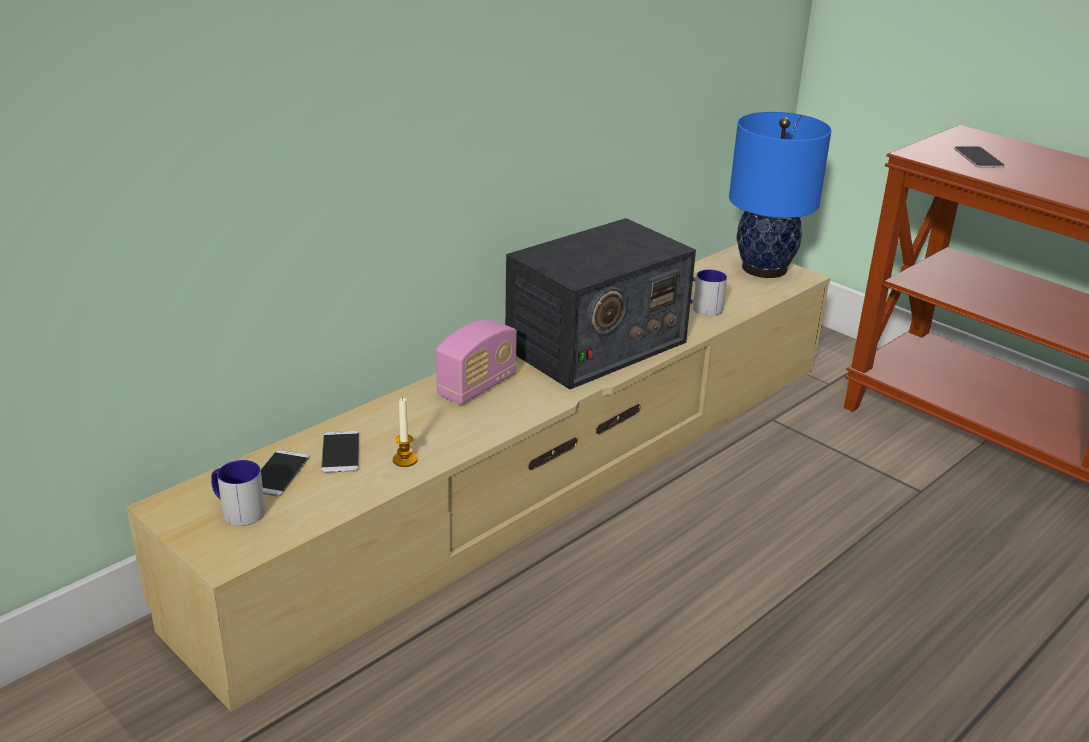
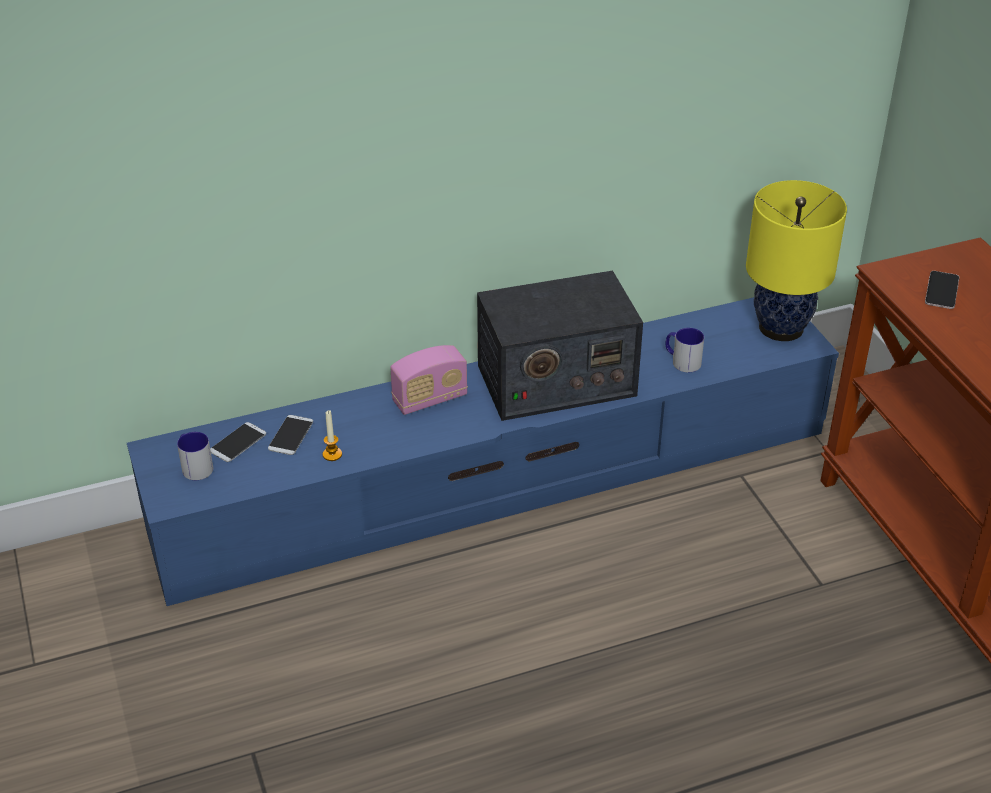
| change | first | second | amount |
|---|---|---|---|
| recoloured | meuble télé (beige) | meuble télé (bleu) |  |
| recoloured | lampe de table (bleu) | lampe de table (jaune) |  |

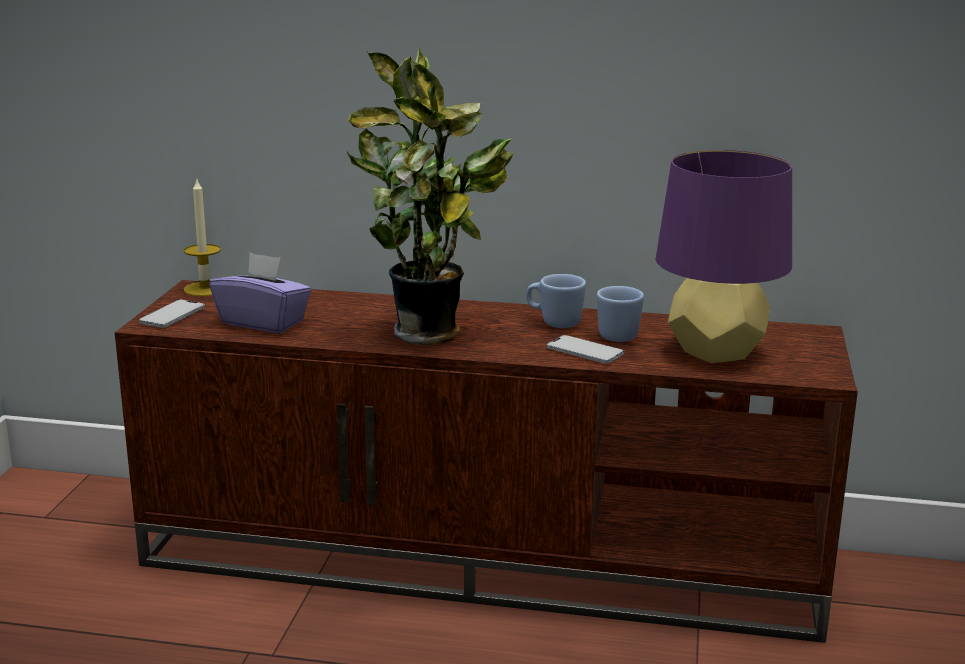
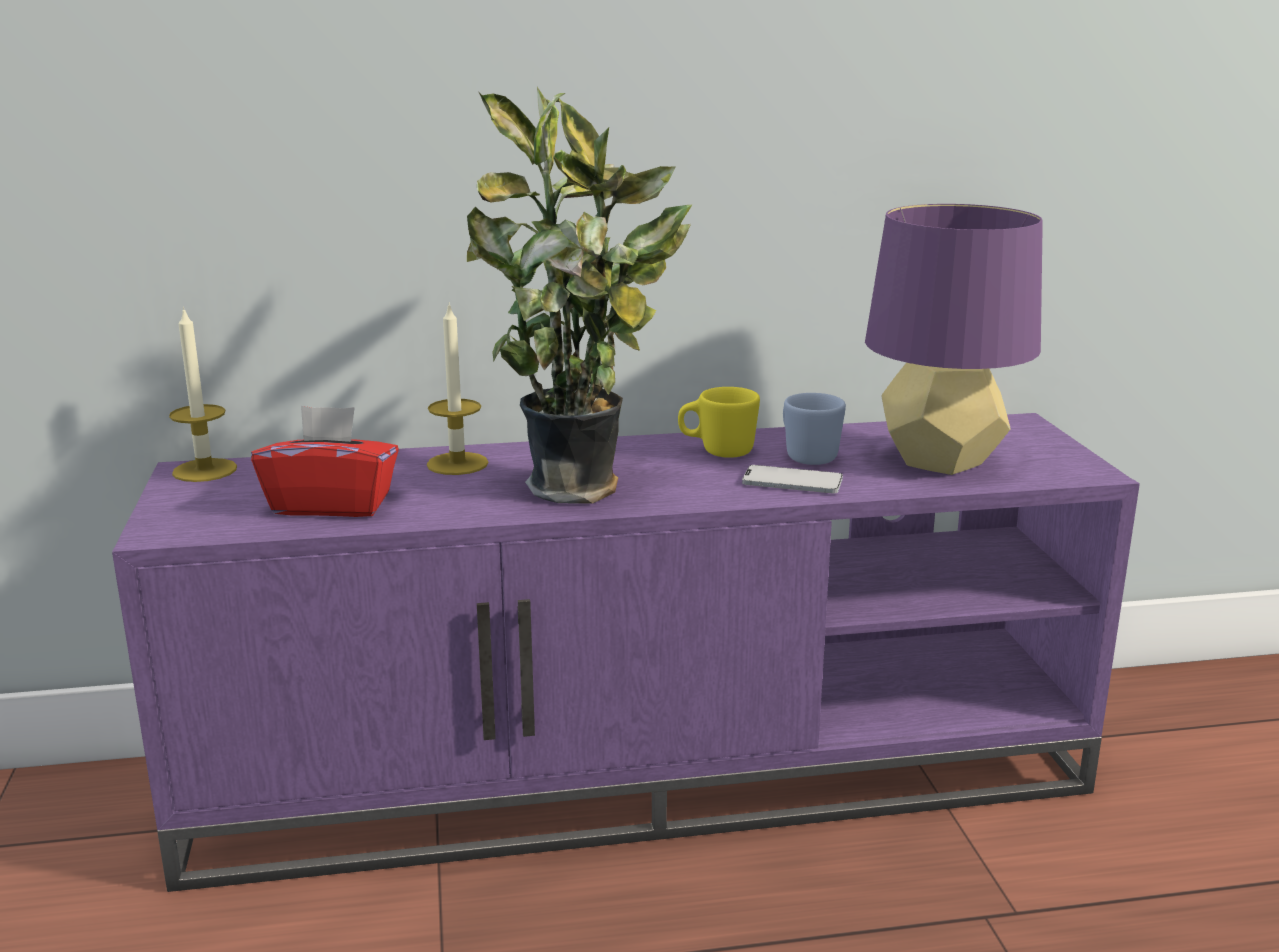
| change | first | second | amount |
|---|---|---|---|
| removed | téléphone (1st from left) |  |  |
| added |  | bougie (2nd from left) |  |
| recoloured | meuble télé (marron) | meuble télé (violet) |  |
| recoloured | boîte à mouchoirs (violet) | boîte à mouchoirs (rouge) |  |
| recoloured | mug (bleu) (1st from left) | mug (jaune) |  |

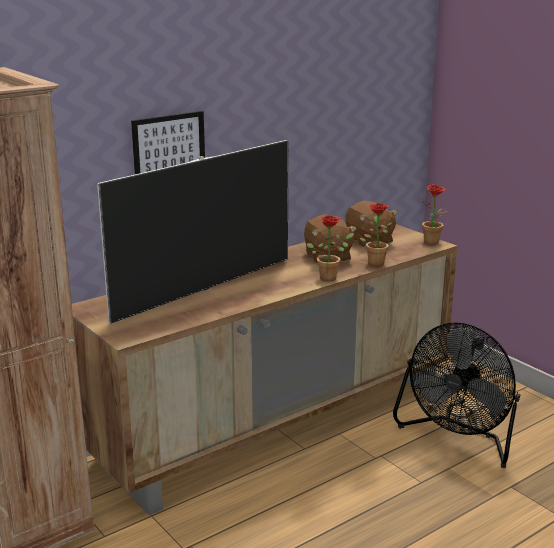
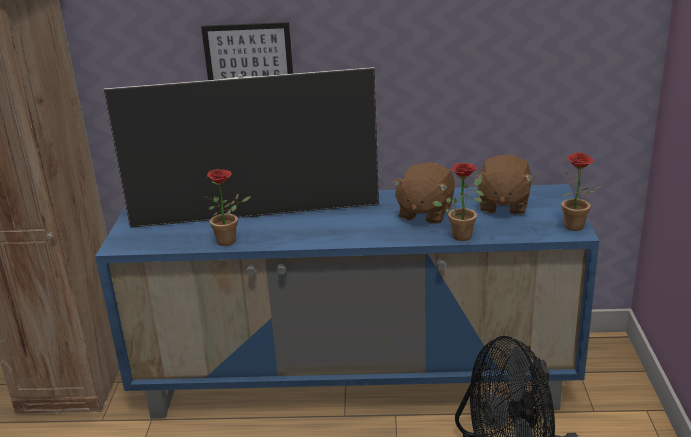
| change | first | second | amount |
|---|---|---|---|
| moved | plante en pot (1st from left) |  |  |
| recoloured | meuble télé (marron) | meuble télé (bleu) |  |

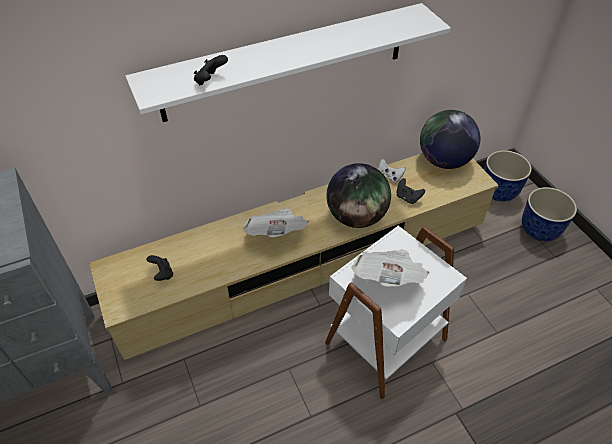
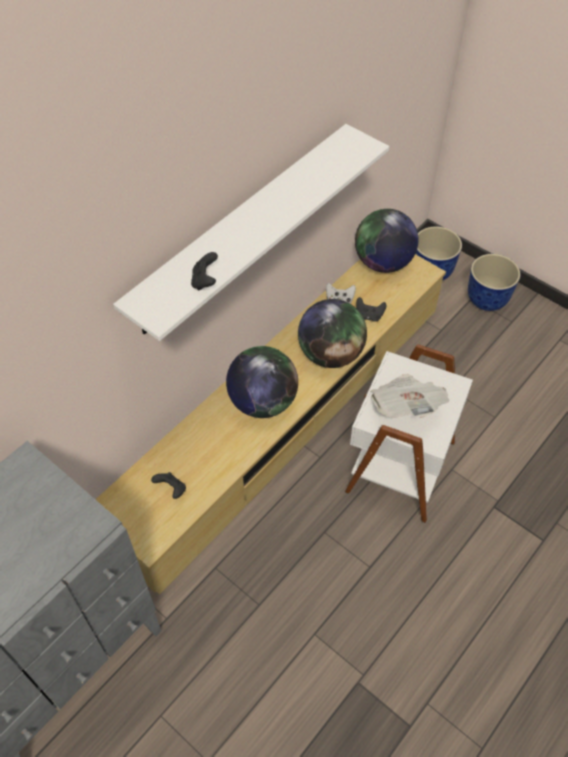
| change | first | second | amount |
|---|---|---|---|
| replaced | journal (1st from left) | globe (1st from left) |  |

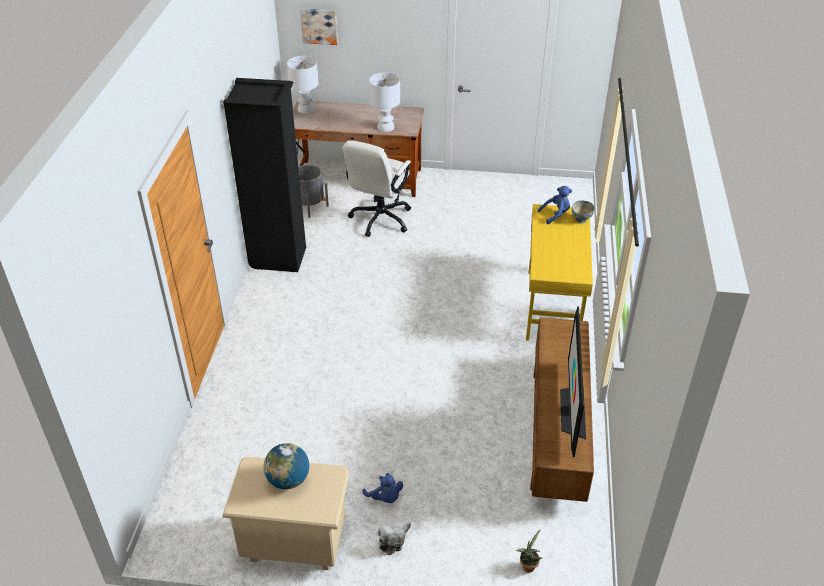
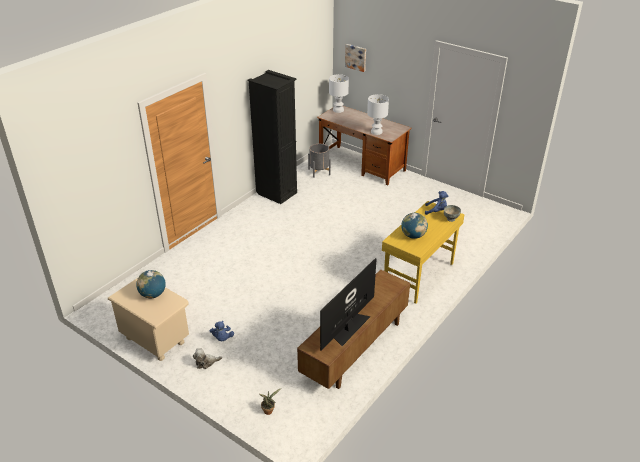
| change | first | second | amount |
|---|---|---|---|
| removed | chaise de bureau (blanc) |  |  |
| added |  | globe (2nd from left) |  |

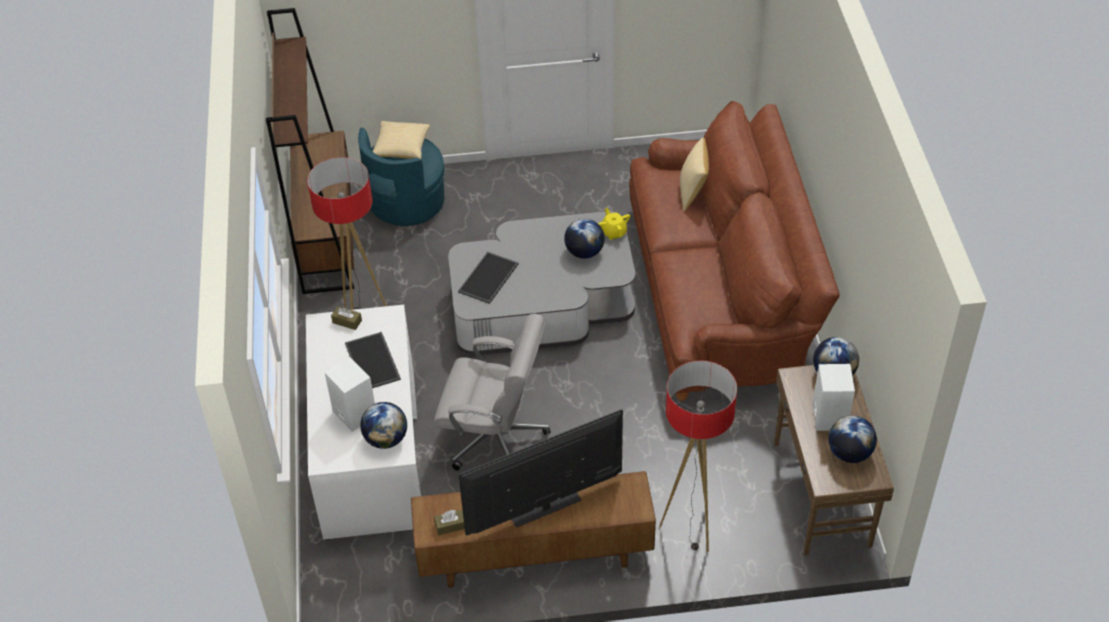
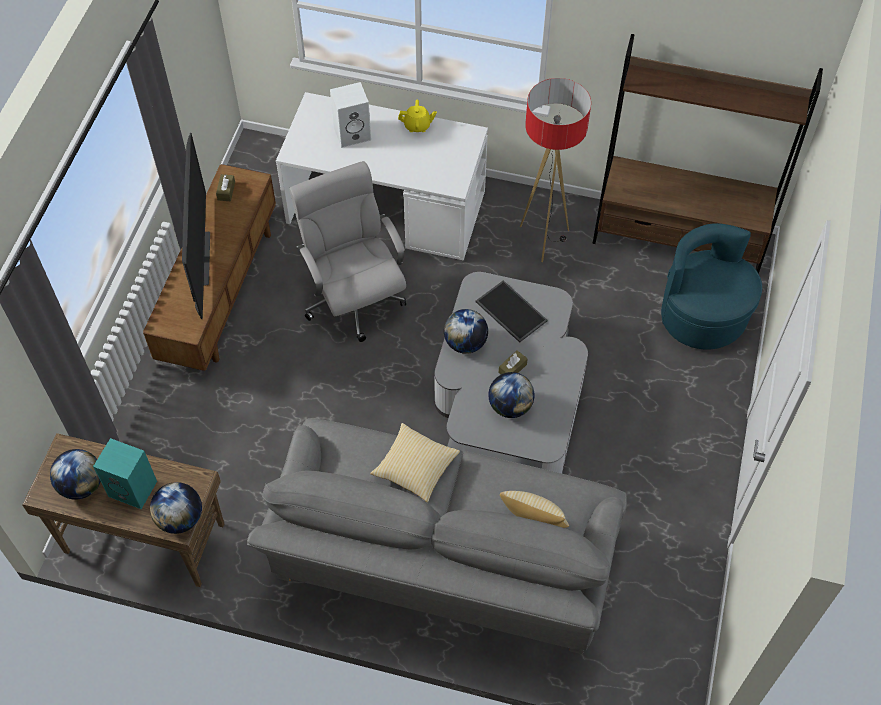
| change | first | second | amount |
|---|---|---|---|
| removed | plateau (1st from left) |  |  |
| removed | lampadaire (2nd from left) |  |  |
| moved | boîte à mouchoirs (marron) (1st from left in the first image) | boîte à mouchoirs (marron) (2nd from left) |  |
| moved | globe (1st from left in the first image) | globe (3rd from left) |  |
| moved | coussin (1st from left) |  |  |
| moved | théière (jaune) |  |  |
| recoloured | canapé (marron) | canapé (gris) |  |
| recoloured | enceinte (blanc) (2nd from left) | enceinte (turquoise) |  |
| turned | chaise de bureau (gris) |  | 120 degrees clockwise |

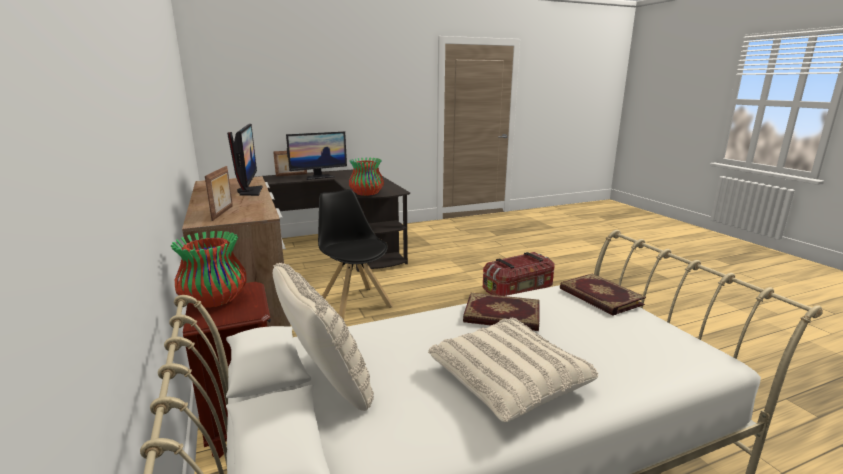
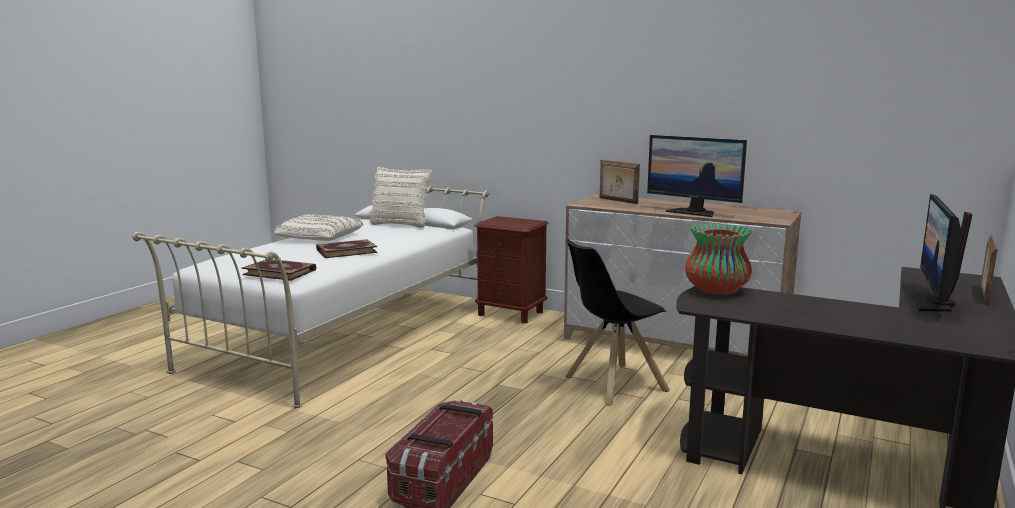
| change | first | second | amount |
|---|---|---|---|
| removed | vase (1st from left) |  |  |
| turned | chaise (noir) |  | 135 degrees clockwise |

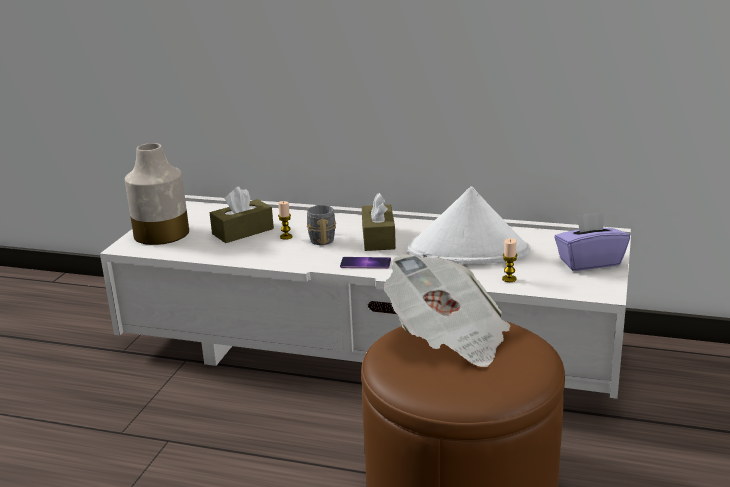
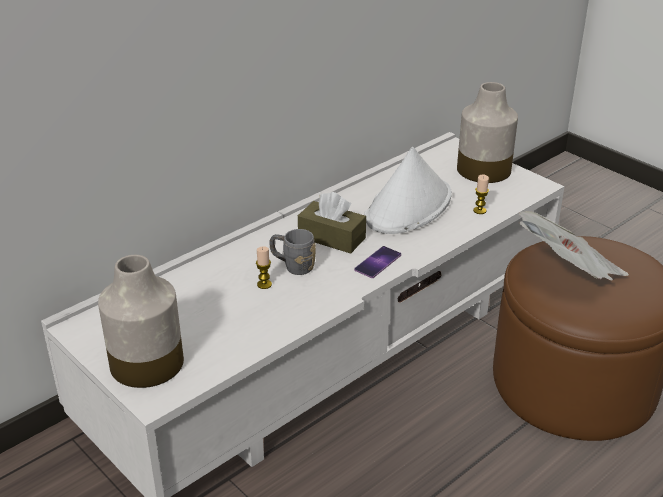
| change | first | second | amount |
|---|---|---|---|
| removed | boîte à mouchoirs (marron) (1st from left) |  |  |
| replaced | boîte à mouchoirs (violet) | vase (beige) (2nd from left) |  |

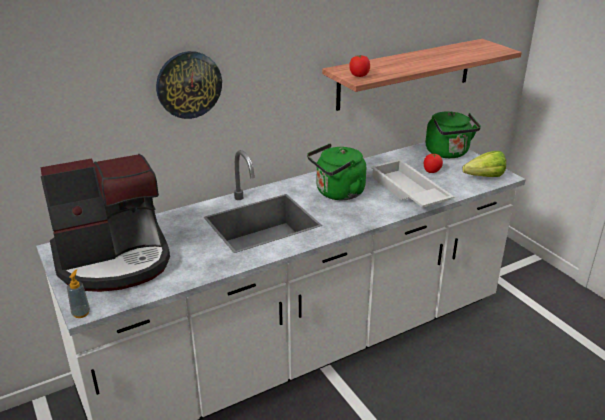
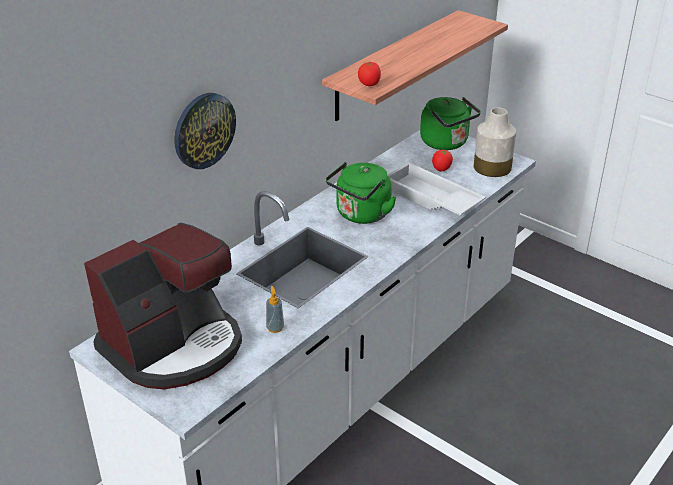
| change | first | second | amount |
|---|---|---|---|
| moved | distributeur de savon |  |  |
| replaced | laitue | vase (beige) |  |

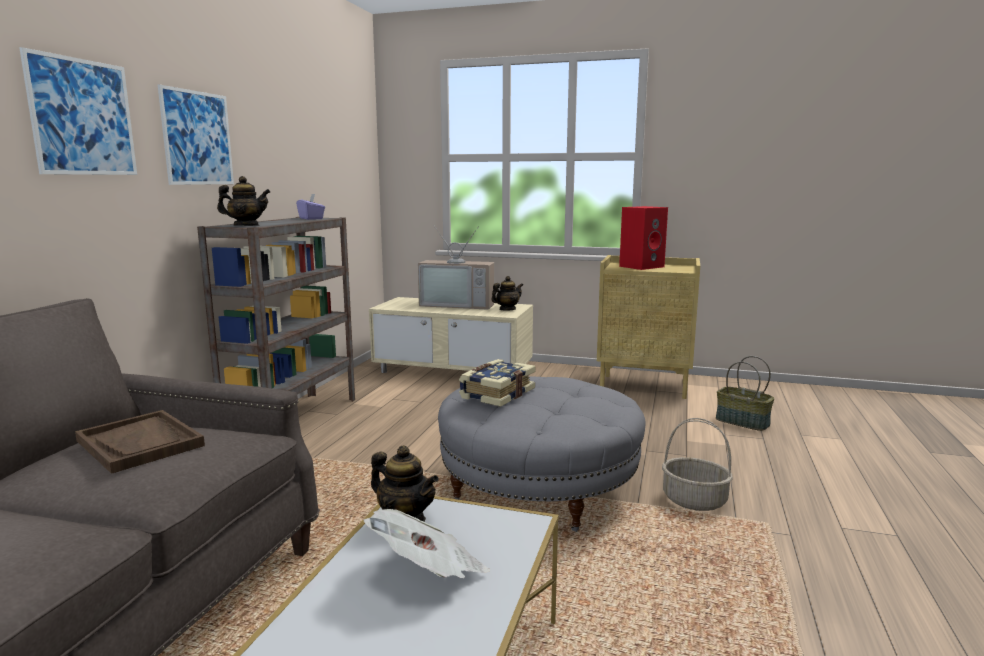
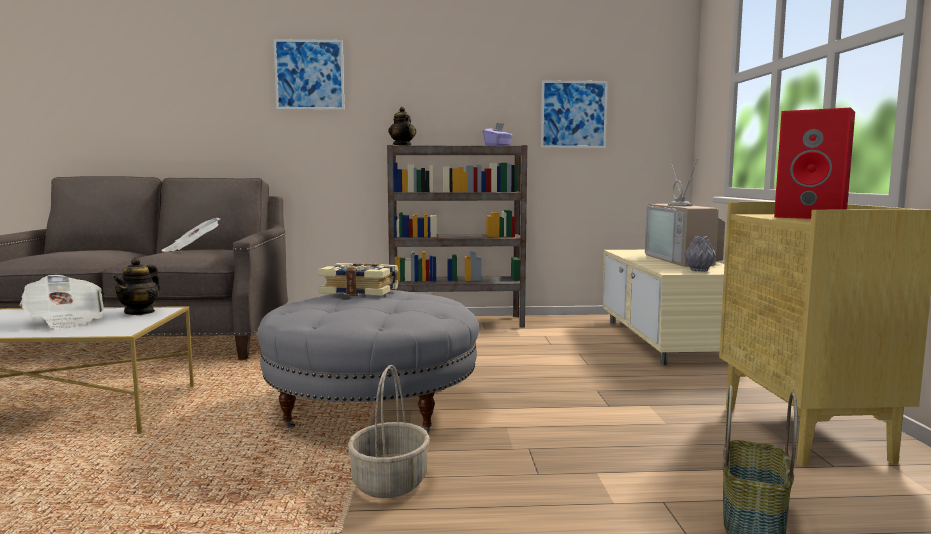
| change | first | second | amount |
|---|---|---|---|
| moved | tableau (2nd from left) |  |  |
| replaced | plateau (marron) | journal (2nd from left) |  |
| replaced | théière (3rd from left) | vase (gris) |  |

